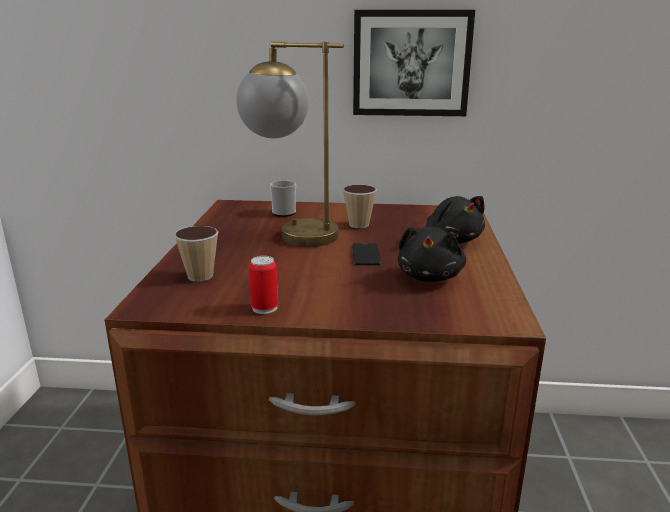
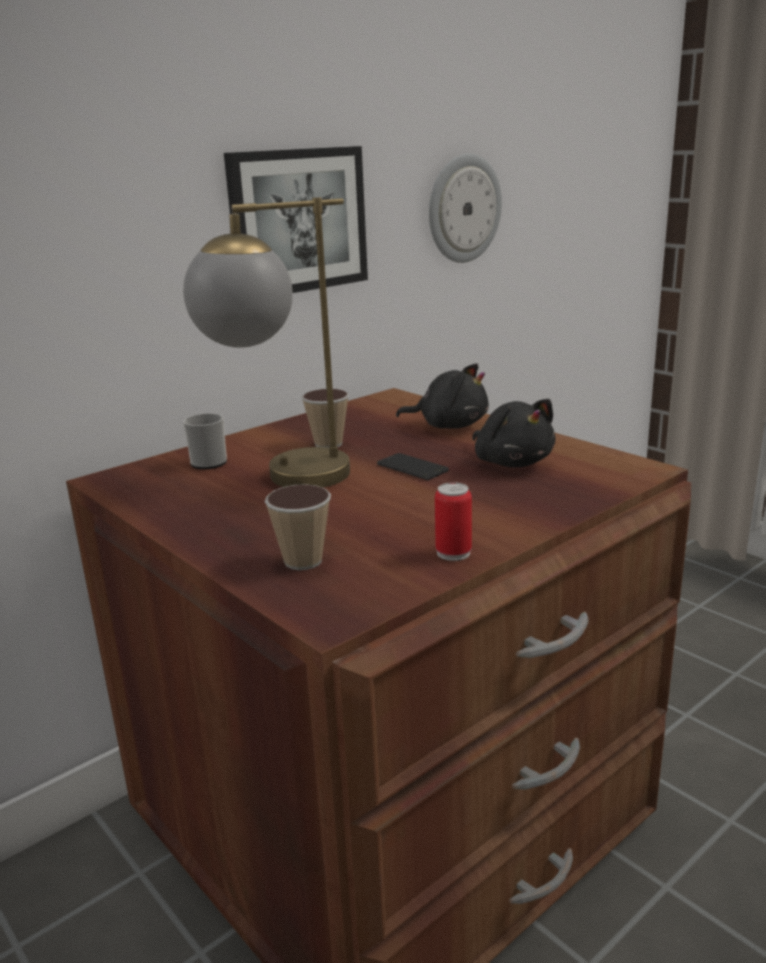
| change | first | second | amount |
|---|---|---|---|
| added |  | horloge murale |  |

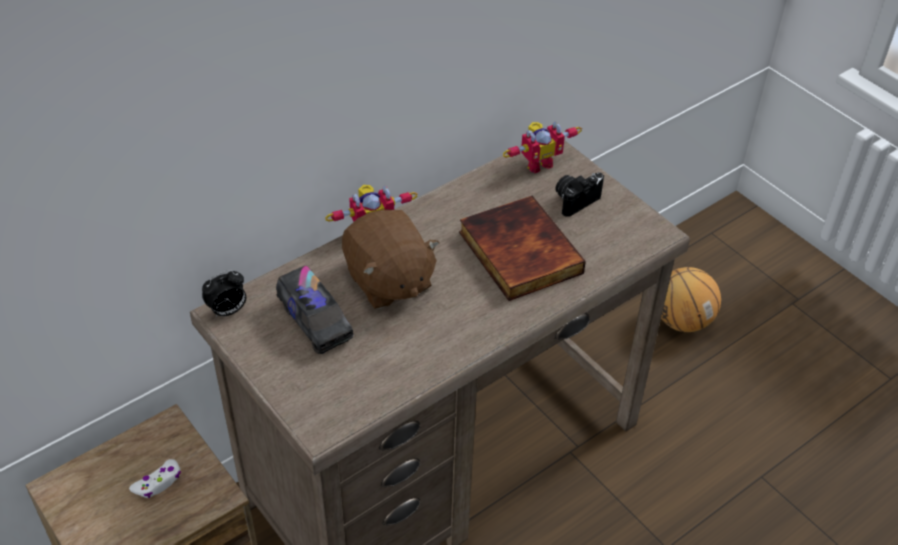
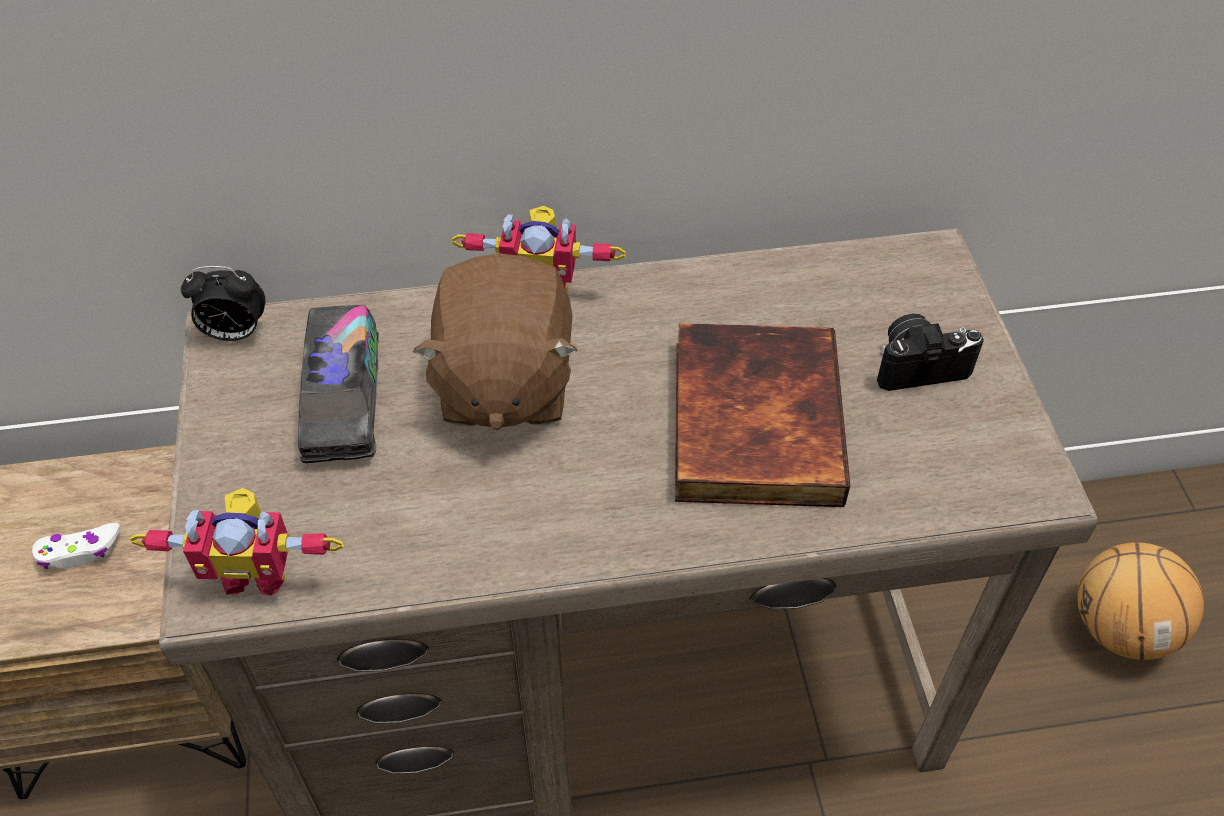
| change | first | second | amount |
|---|---|---|---|
| moved | robot jouet (2nd from left in the first image) | robot jouet (1st from left) |  |

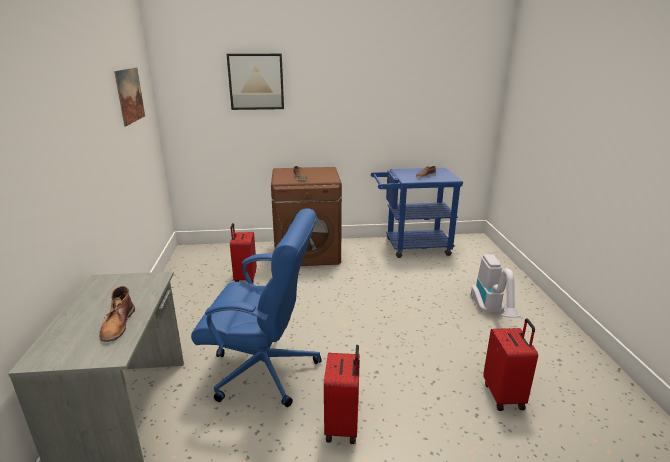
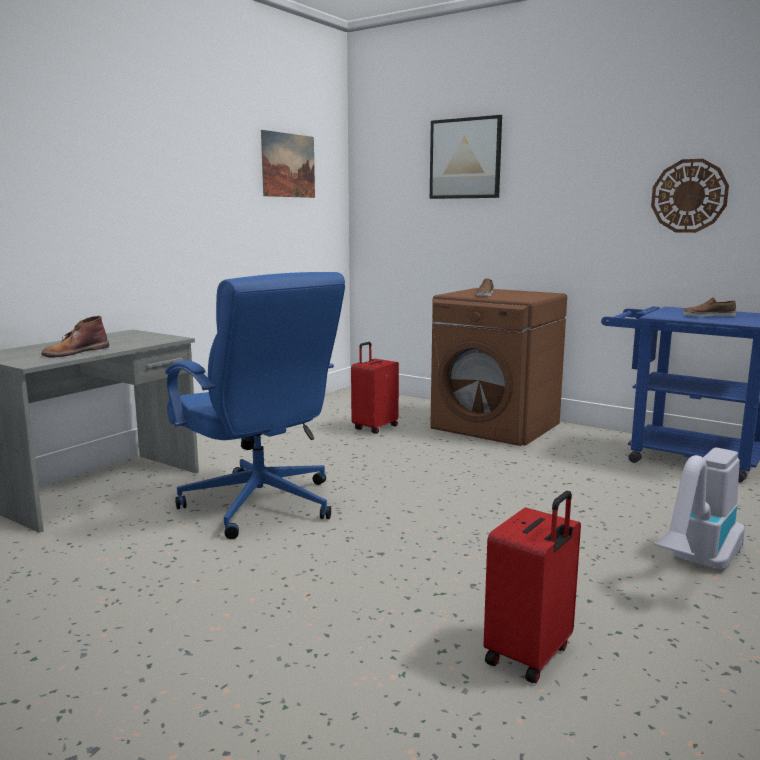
| change | first | second | amount |
|---|---|---|---|
| removed | valise (rouge) (2nd from left) |  |  |
| added |  | horloge murale |  |

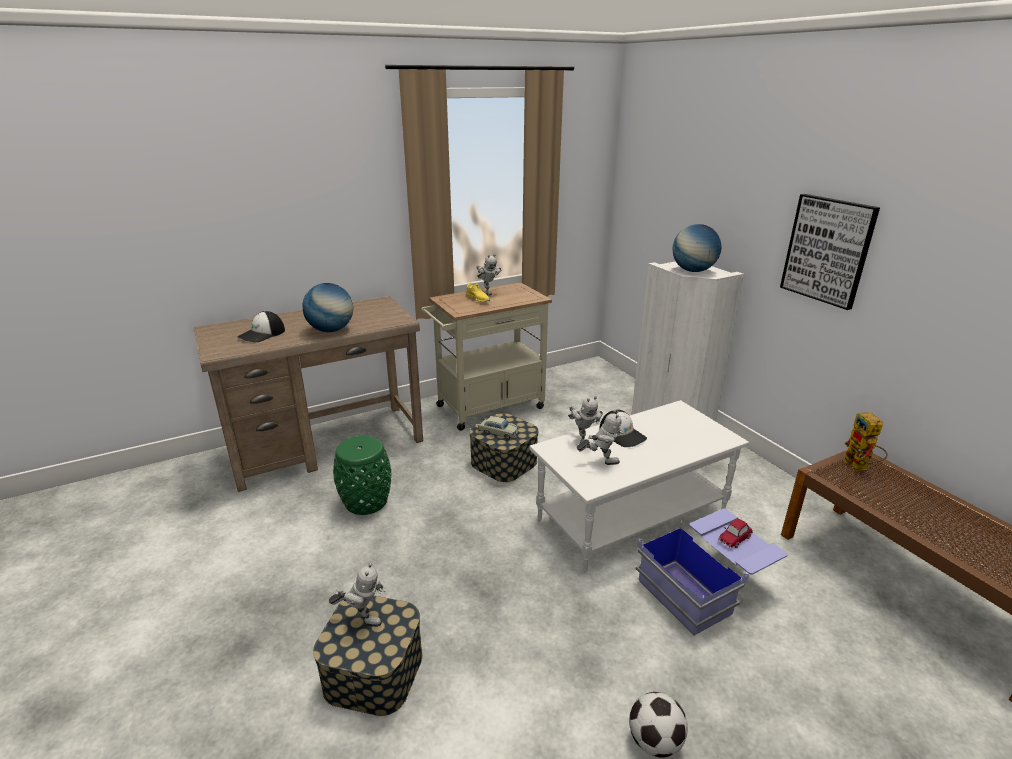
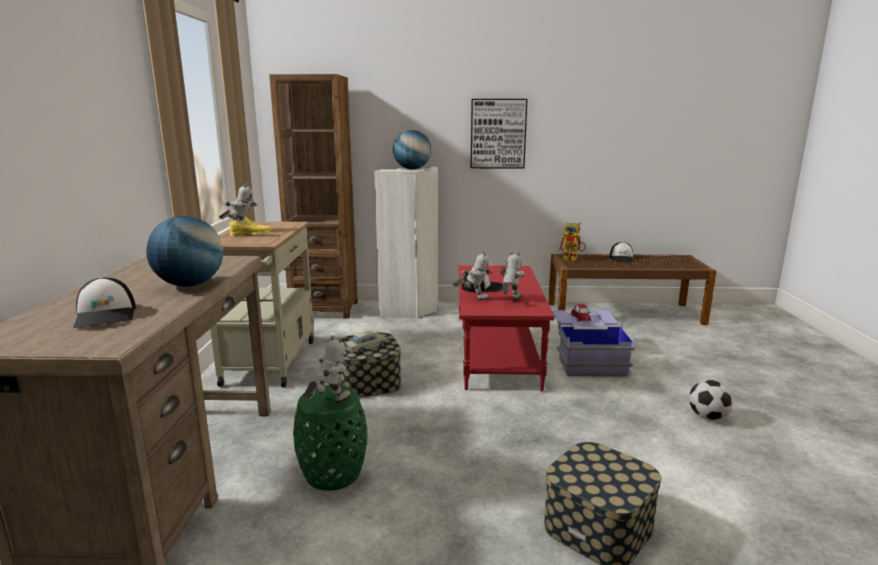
| change | first | second | amount |
|---|---|---|---|
| added |  | bibliothèque (marron) |  |
| added |  | casquette (3rd from left) |  |
| moved | robot jouet (1st from left in the first image) | robot jouet (2nd from left) |  |
| recoloured | table basse (blanc) | table basse (rouge) |  |

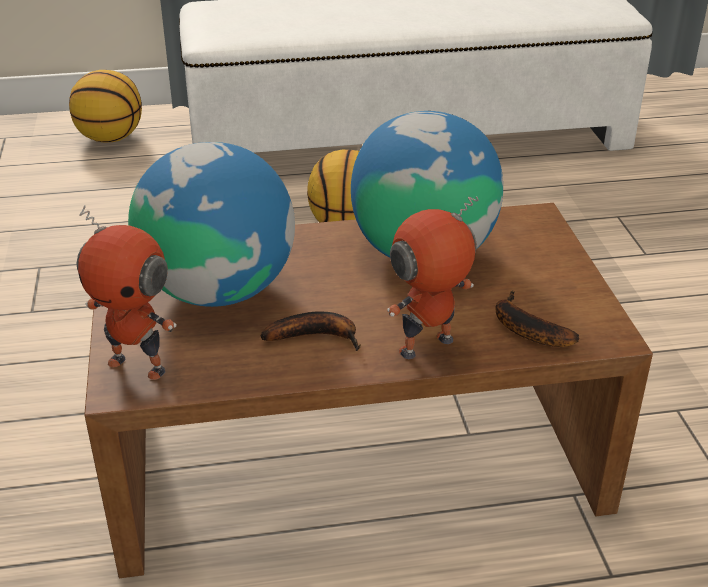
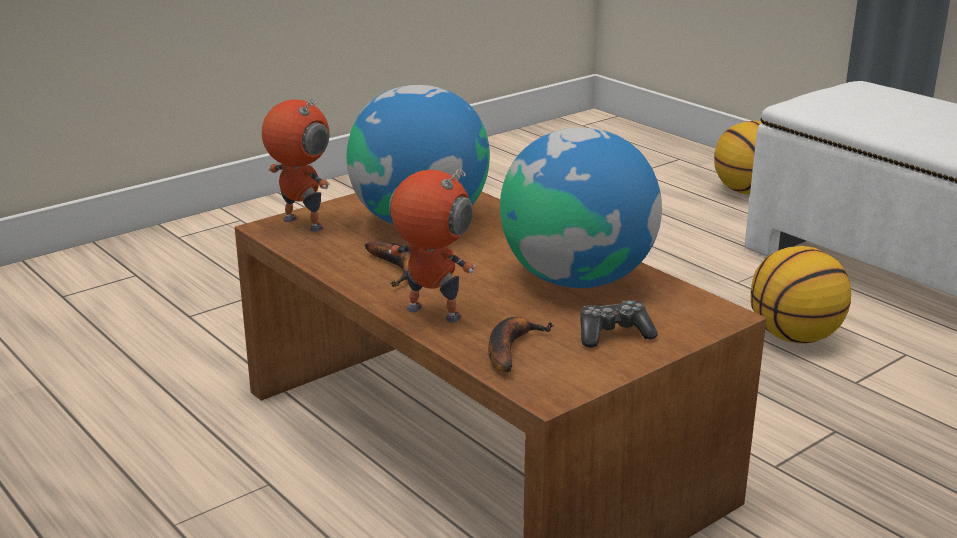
| change | first | second | amount |
|---|---|---|---|
| added |  | manette |  |
| turned | robot jouet (1st from left) |  | 135 degrees clockwise |

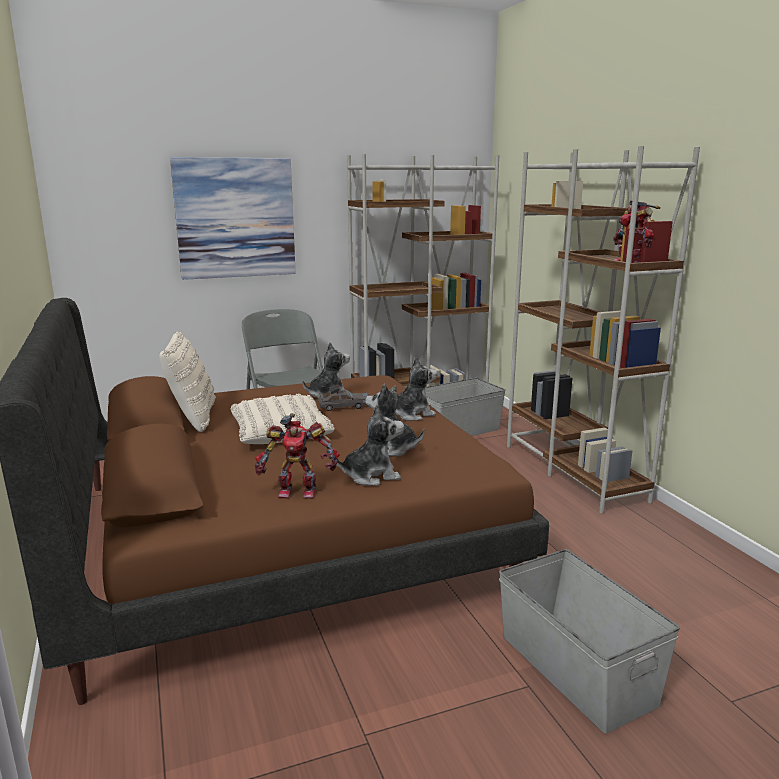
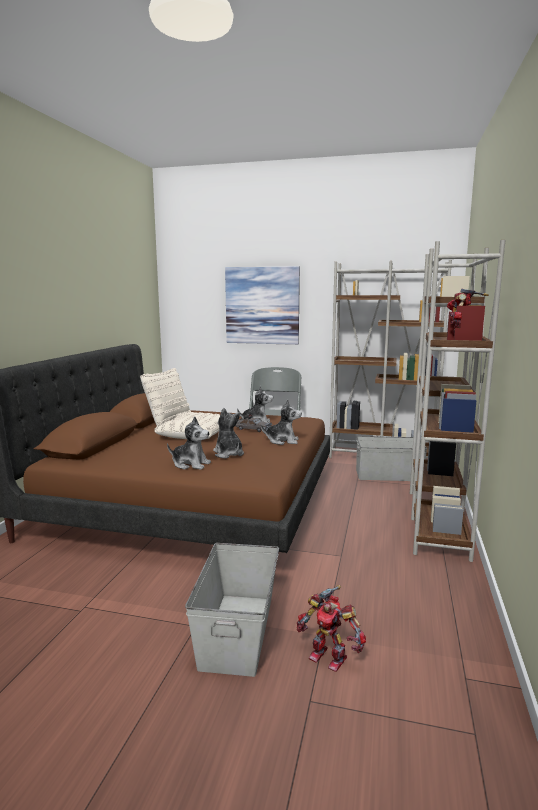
| change | first | second | amount |
|---|---|---|---|
| moved | robot jouet (1st from left) |  |  |

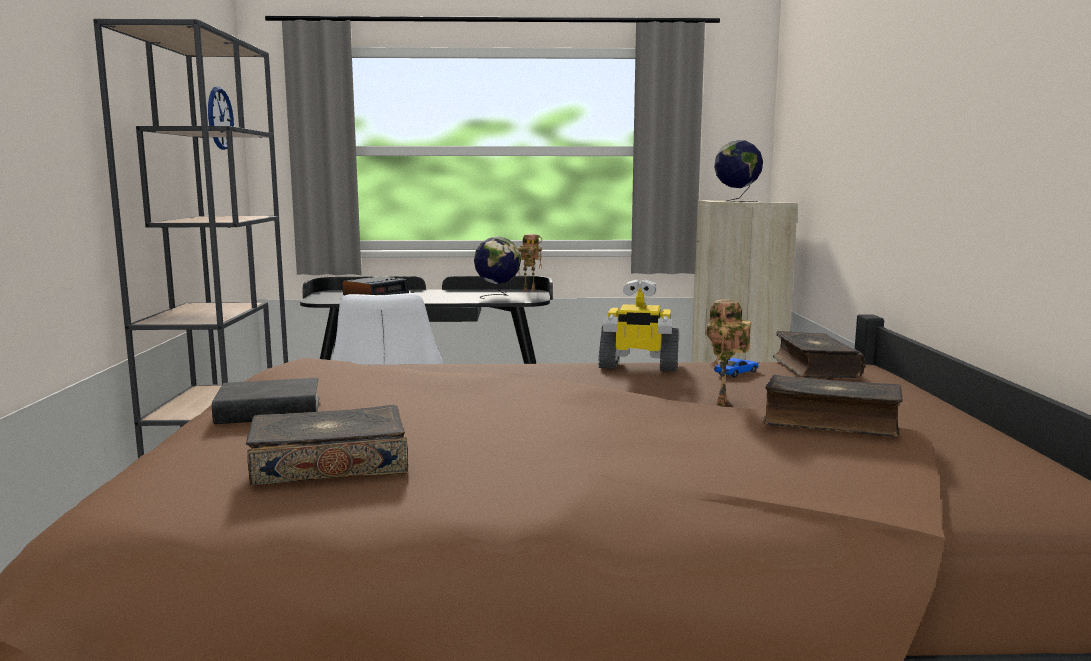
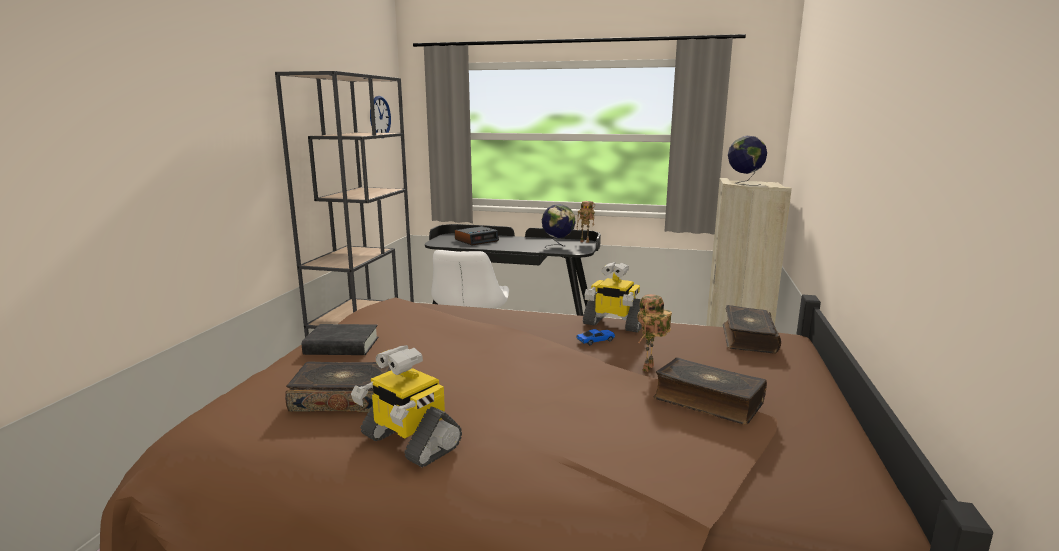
| change | first | second | amount |
|---|---|---|---|
| added |  | robot jouet (1st from left) |  |
| moved | petite voiture |  |  |

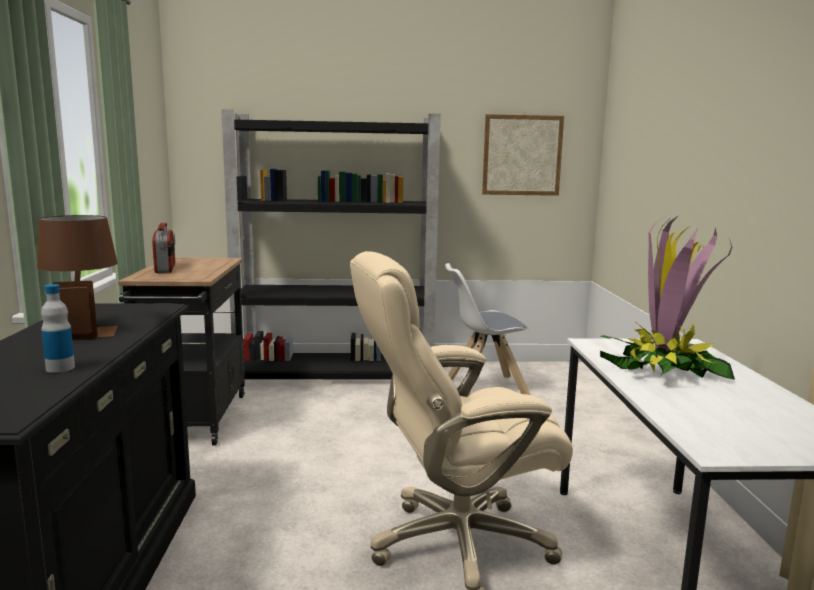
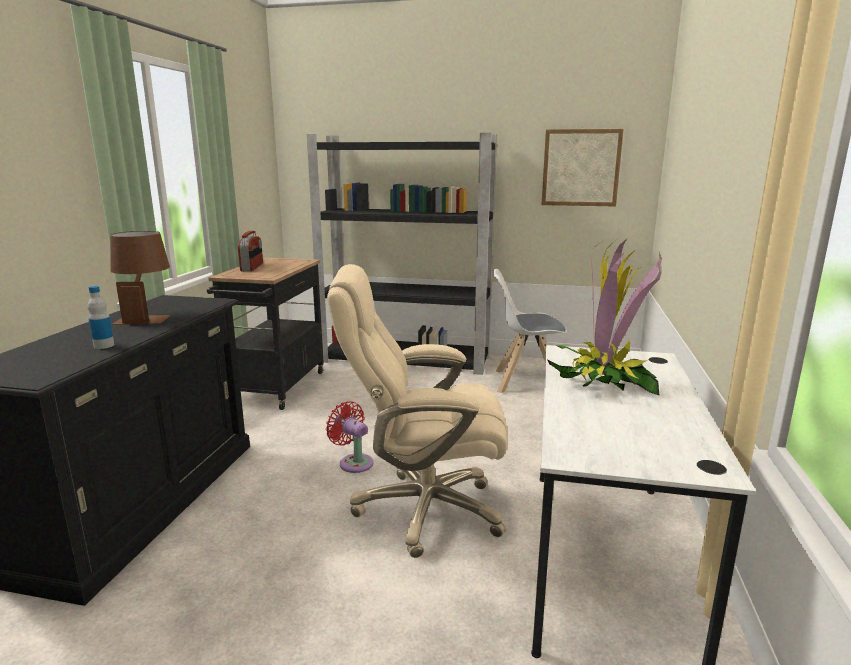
| change | first | second | amount |
|---|---|---|---|
| added |  | ventilateur (rouge) |  |

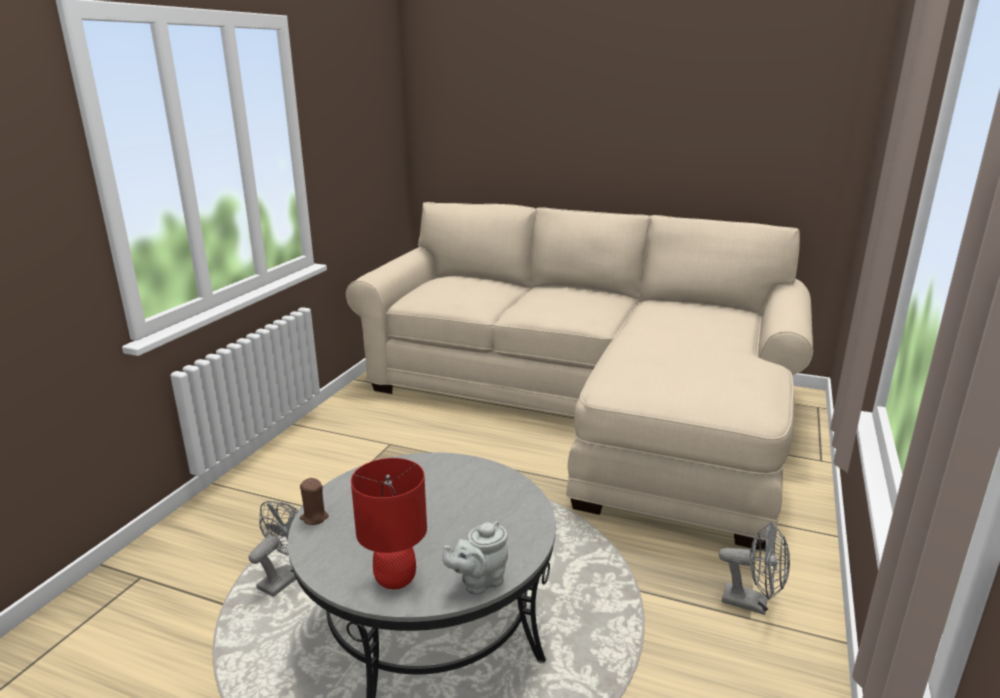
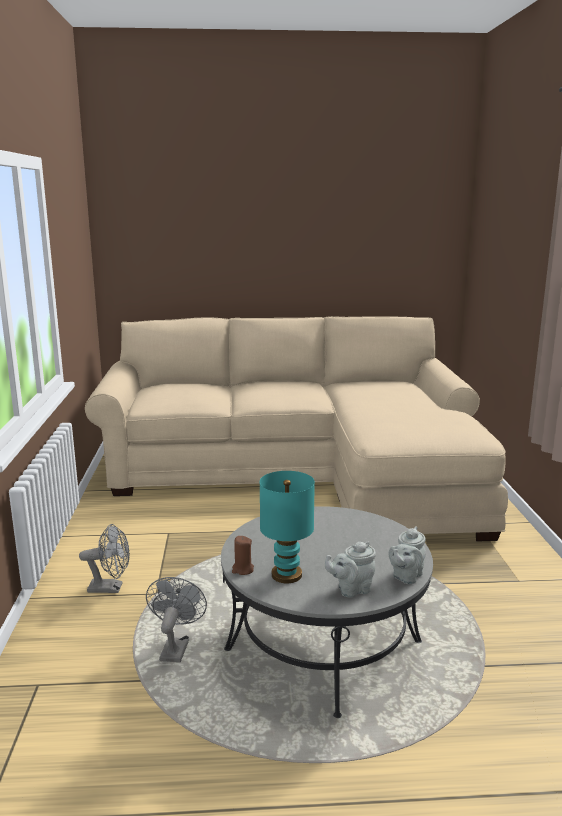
| change | first | second | amount |
|---|---|---|---|
| added |  | lampe de table (turquoise) |  |
| moved | ventilateur (gris) (2nd from left in the first image) | ventilateur (gris) (1st from left) |  |
| replaced | lampe de table (rouge) | théière (gris) (1st from left) |  |

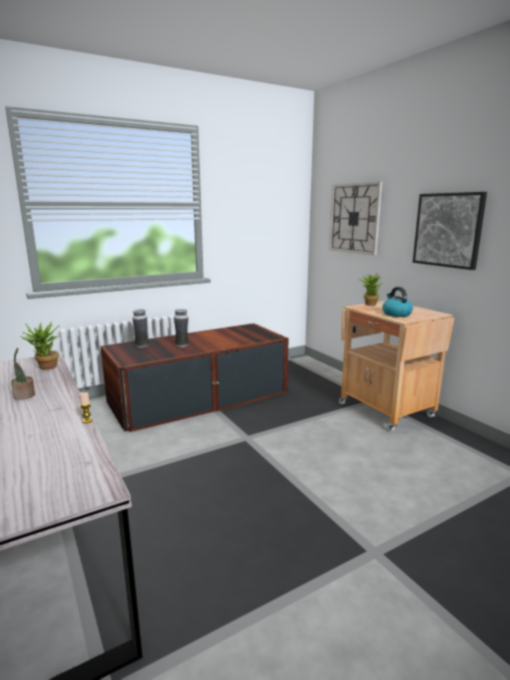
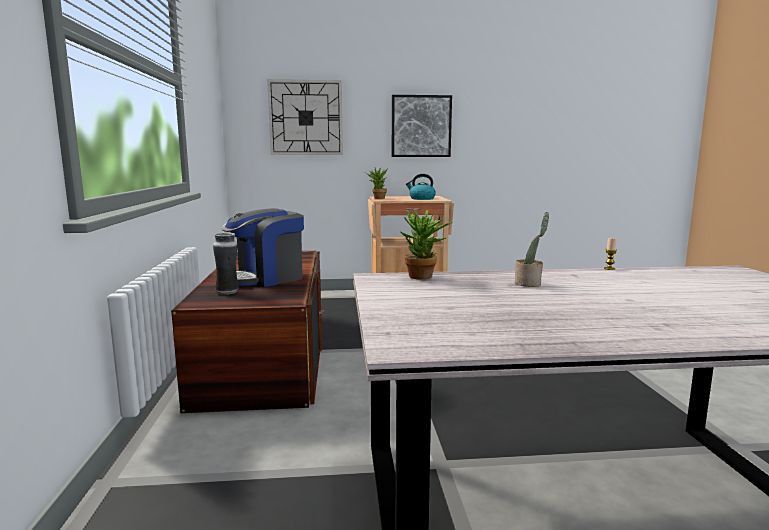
| change | first | second | amount |
|---|---|---|---|
| replaced | vase (2nd from left) | machine à café |  |

